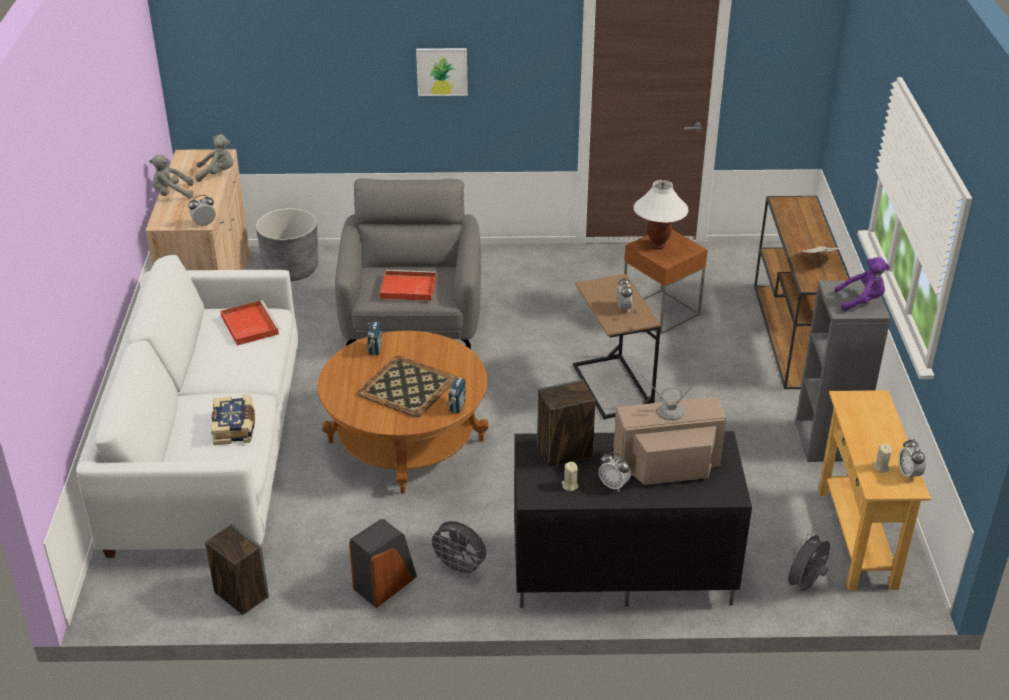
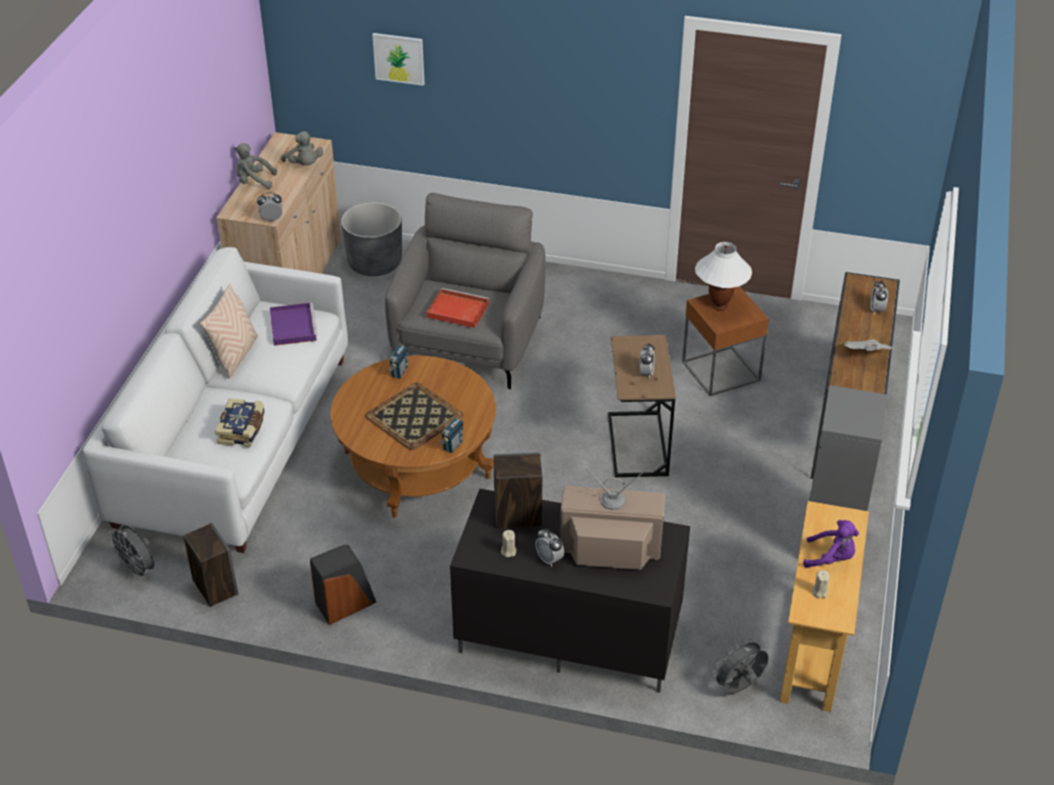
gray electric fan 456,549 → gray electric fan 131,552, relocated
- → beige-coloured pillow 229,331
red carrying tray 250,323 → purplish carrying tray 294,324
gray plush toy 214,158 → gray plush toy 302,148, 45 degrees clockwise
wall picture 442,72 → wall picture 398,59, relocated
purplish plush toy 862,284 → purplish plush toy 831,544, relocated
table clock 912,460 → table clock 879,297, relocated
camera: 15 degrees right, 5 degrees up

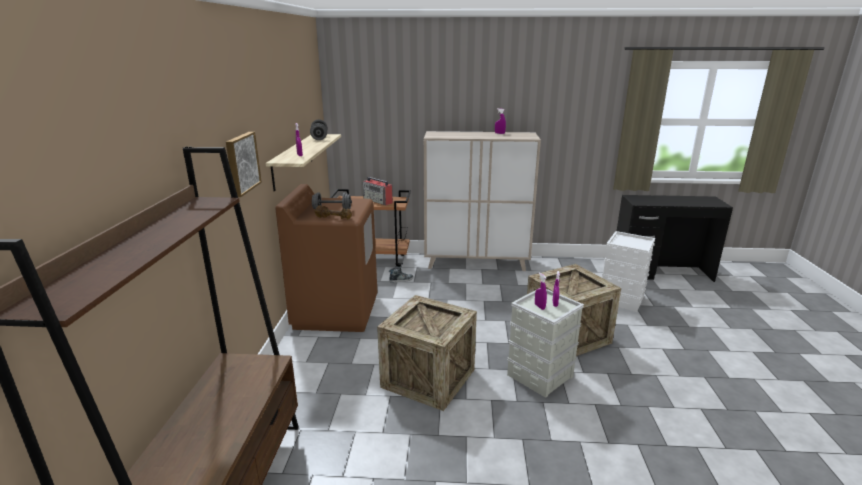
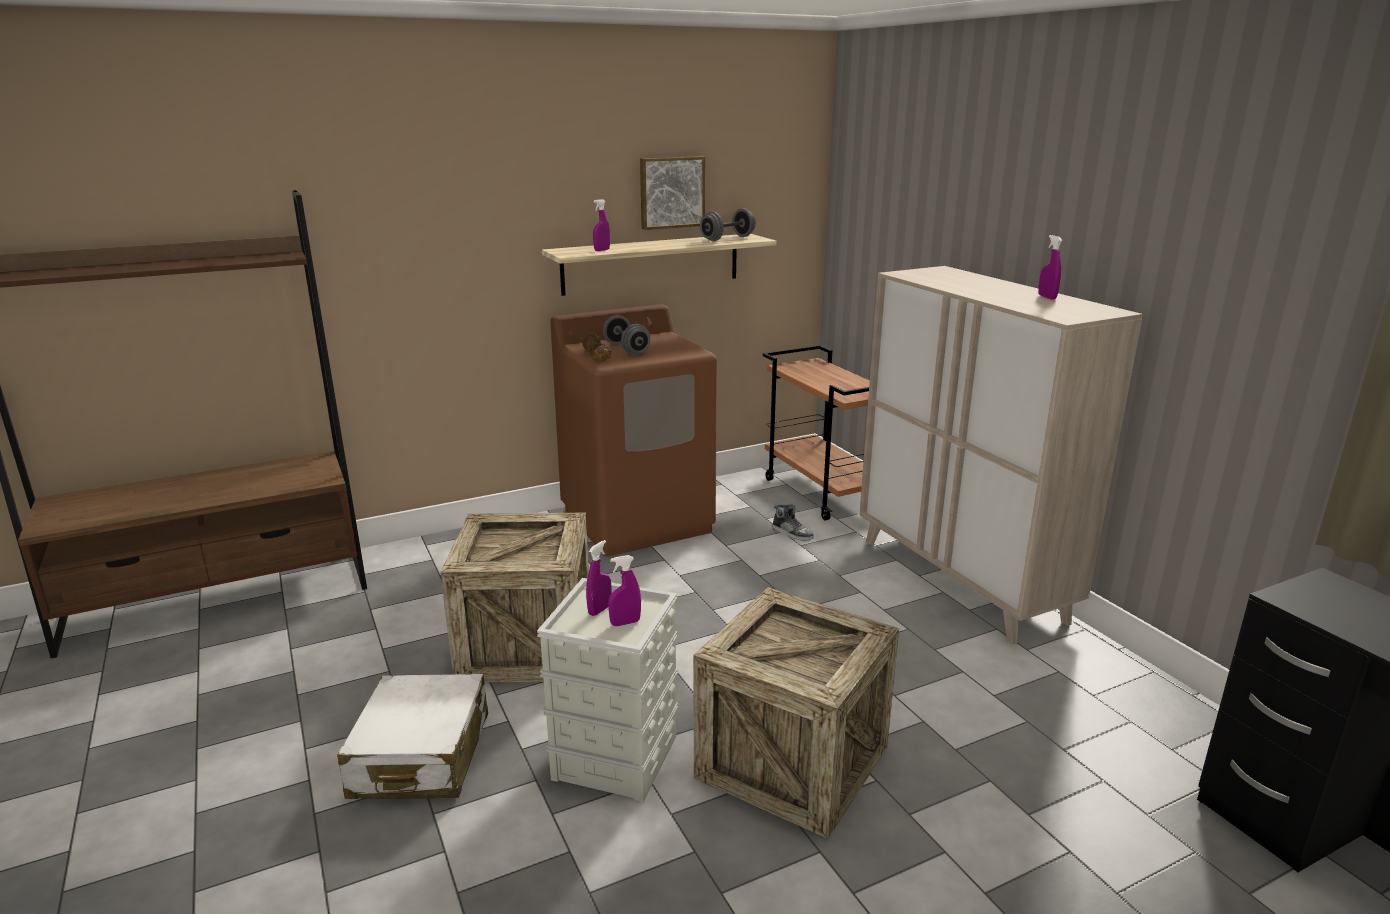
- → white piece of luggage 412,736
wall picture 244,164 → wall picture 672,193, relocated
radio receiver 378,191 → -
white storage box 628,271 → -
camera: 60 degrees right, 0 degrees up

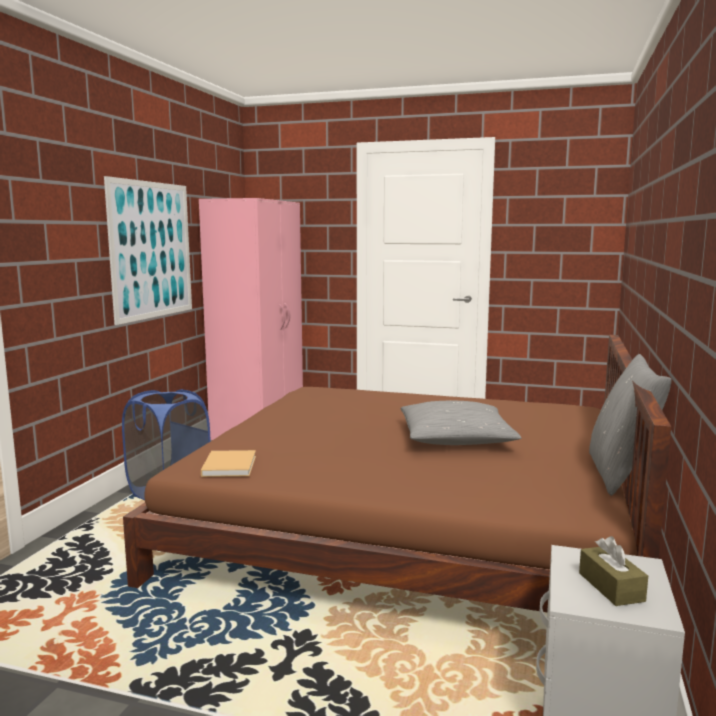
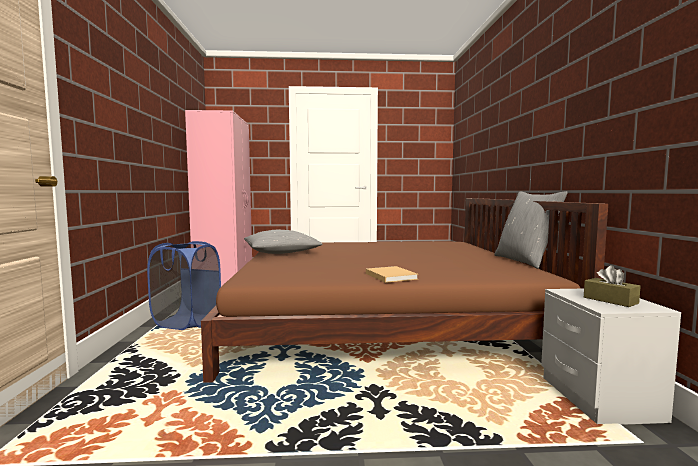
gray pillow 461,423 → gray pillow 283,242, relocated
beige-coloured volume 228,463 → beige-coloured volume 392,274, relocated
wall picture 148,250 → -
camera: 20 degrees left, 5 degrees down

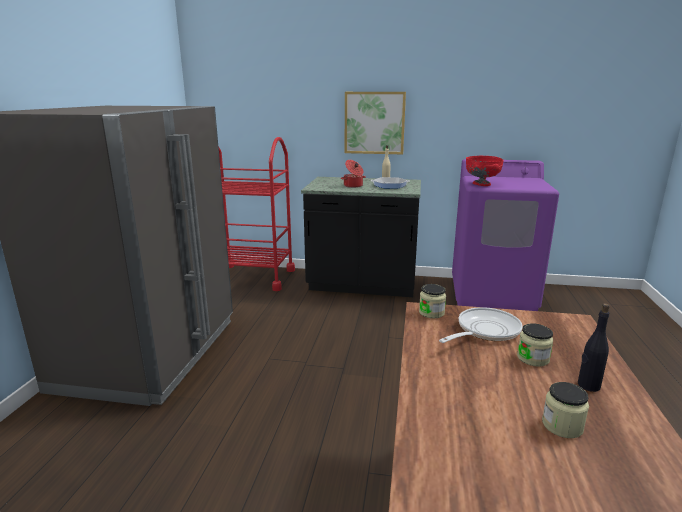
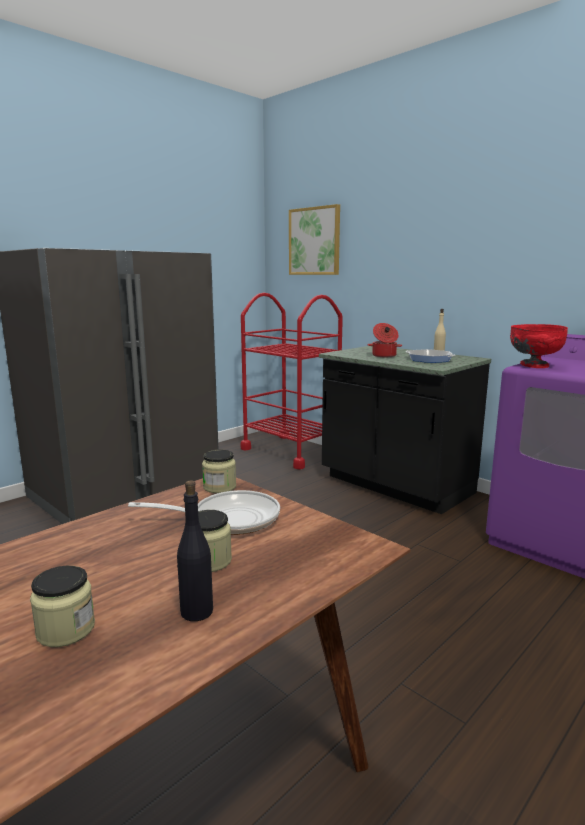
wall picture 375,123 → wall picture 314,239, relocated
camera: 35 degrees right, 5 degrees down

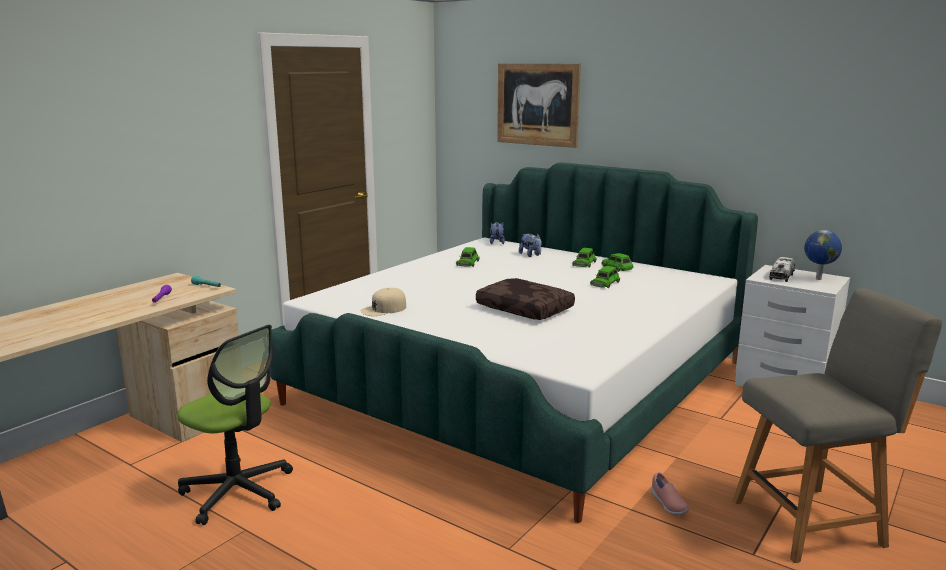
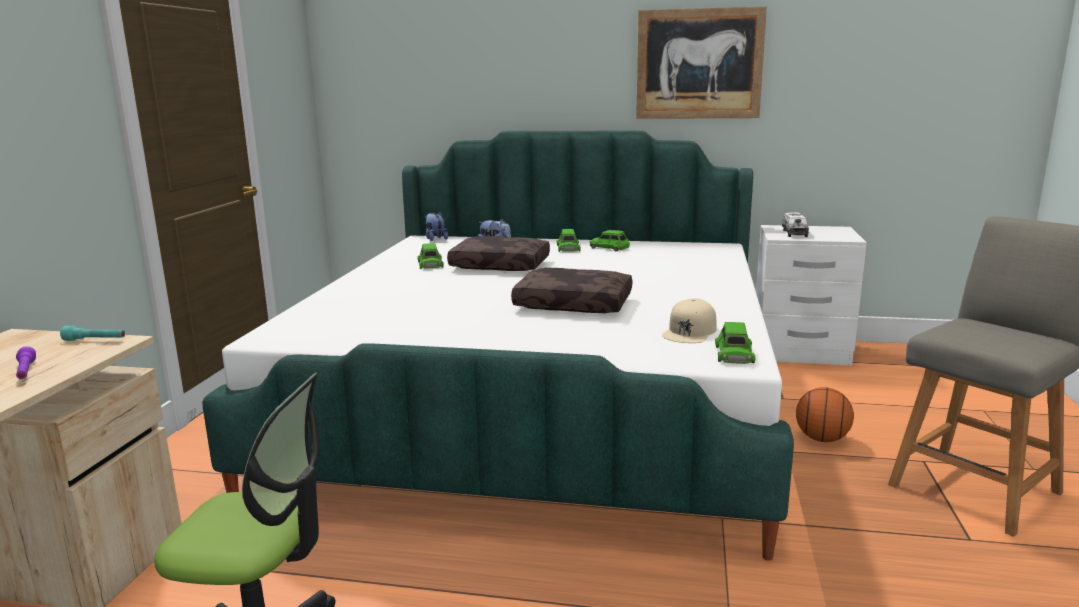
- → brown-coloured pillow 498,253
wall picture 539,105 → wall picture 701,62, relocated
beige-coloured cap 383,302 → beige-coloured cap 689,320, relocated
green toy car 605,277 → green toy car 735,343, relocated
- → ball for basketball 825,414
pink-coloured shoe 670,493 → -
globe 823,255 → -
camera: 25 degrees left, 0 degrees up

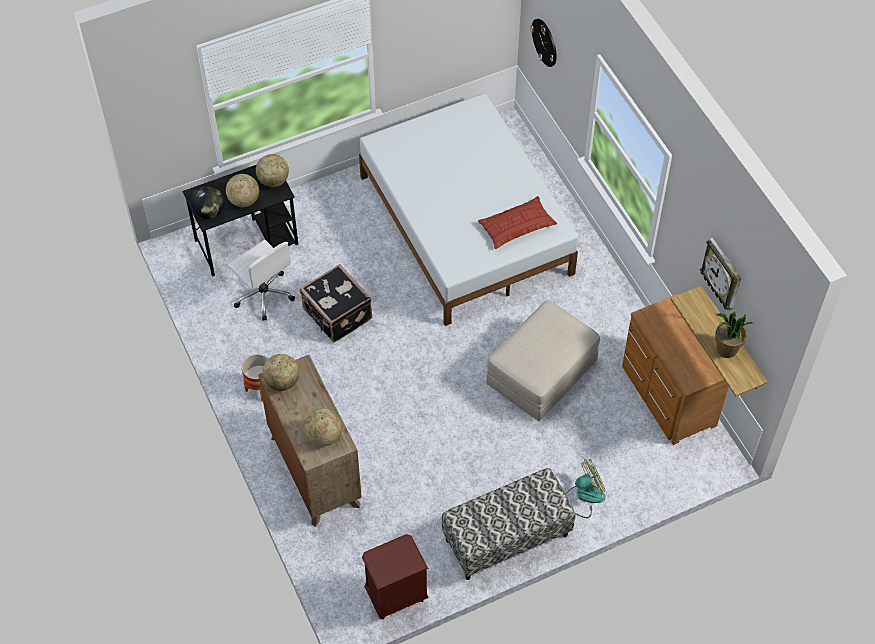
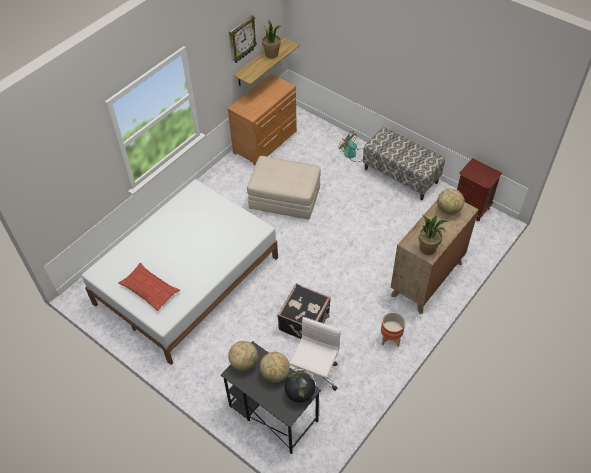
pillow 517,222 → pillow 149,287, relocated
globe 281,372 → houseplant 433,235
clock on the wall 543,43 → -
camera: 115 degrees left, 5 degrees down

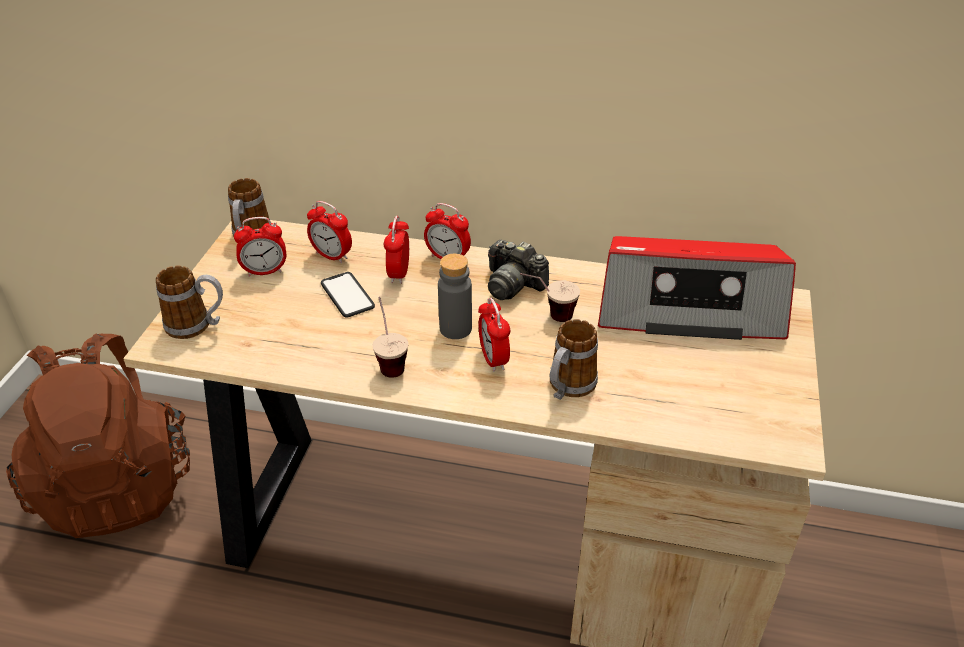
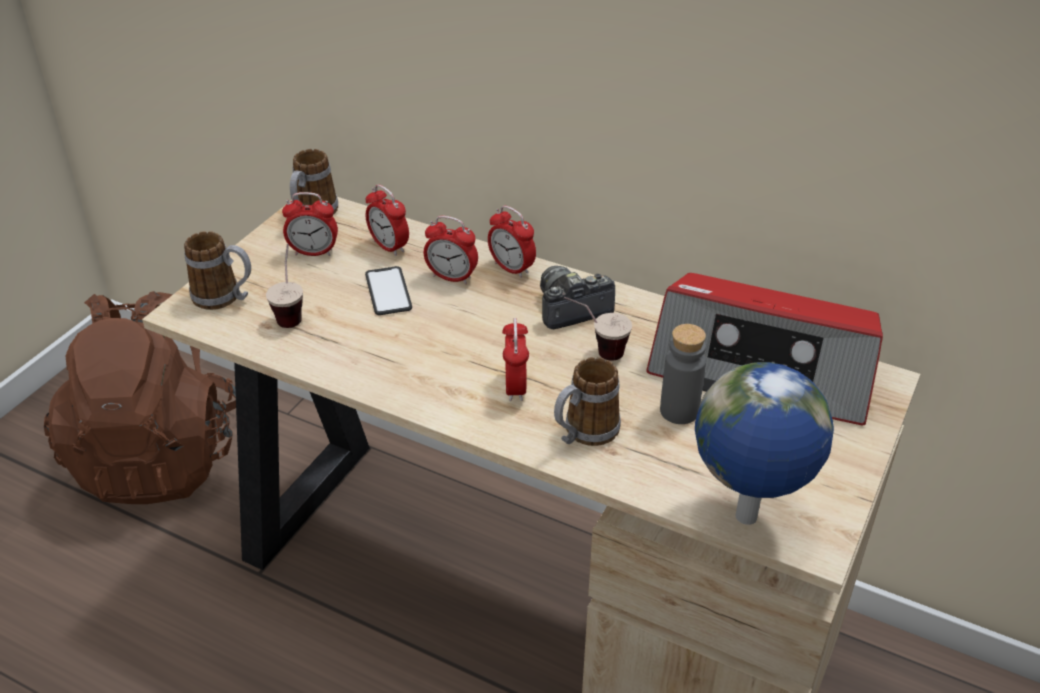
small cup 390,337 → small cup 284,286, relocated
table clock 396,250 → table clock 451,250, 90 degrees counterclockwise
photo camera 518,270 → photo camera 577,297, 105 degrees clockwise
gray drink bottle 455,296 → gray drink bottle 683,374, relocated
- → globe 764,443
camera: 15 degrees right, 0 degrees up

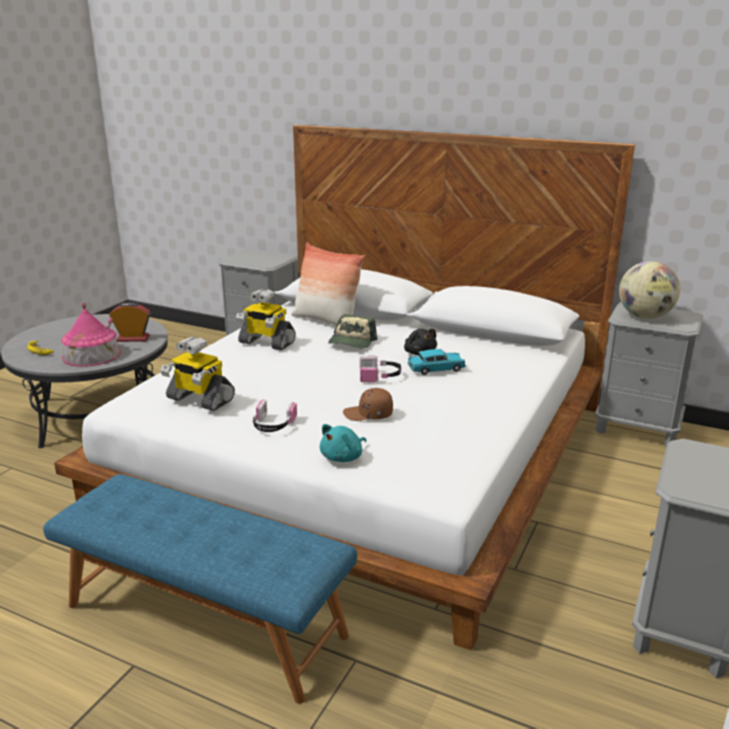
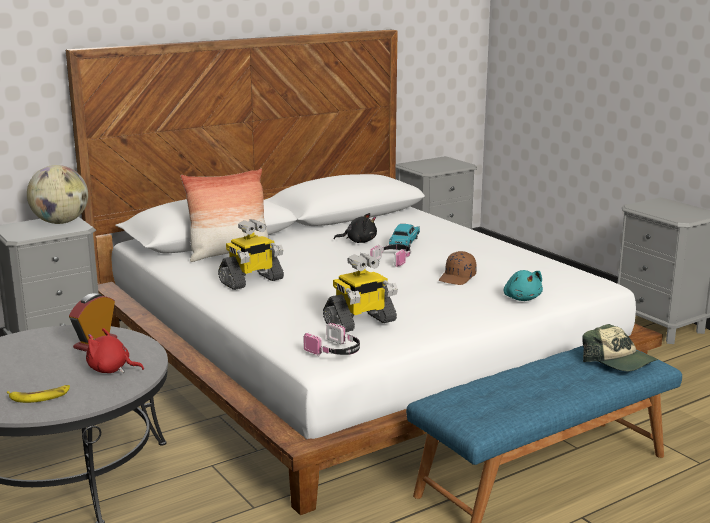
globe 649,290 → globe 57,194, relocated
model house 91,334 → red plush toy 115,350
headphones 274,415 → headphones 332,339, relocated
cap 352,331 → cap 620,347, relocated
camera: 60 degrees left, 5 degrees down

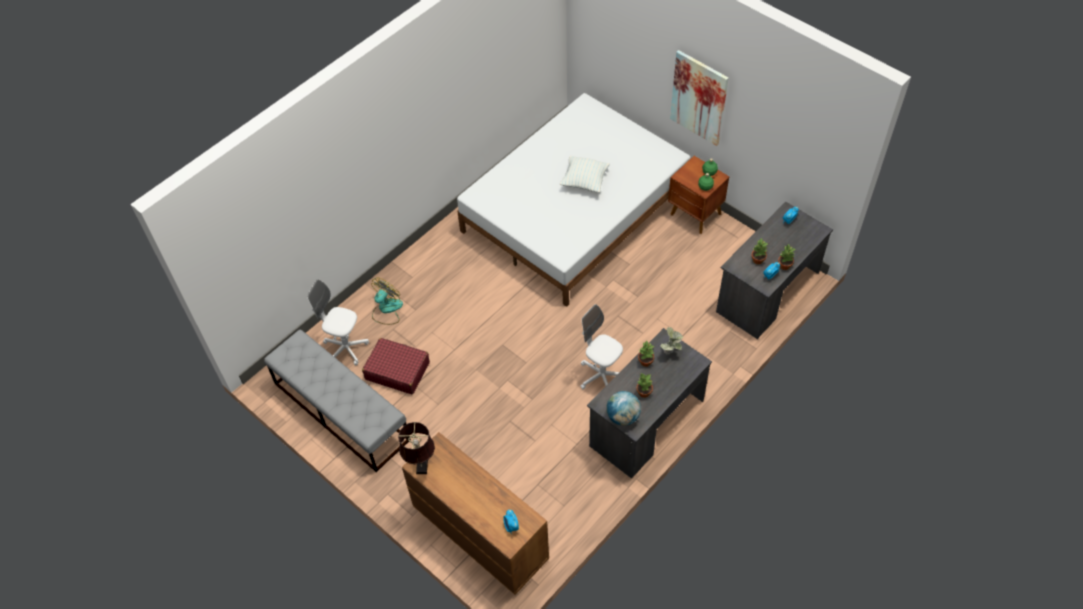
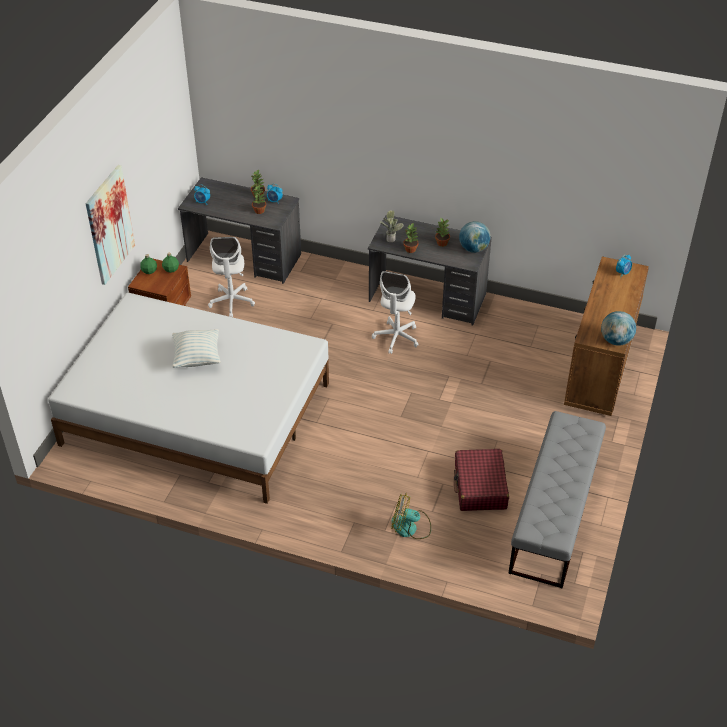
white desk chair 338,322 → white desk chair 231,277, relocated
brown-coloured tabletop lamp 416,448 → globe 618,328
camera: 115 degrees left, 10 degrees down

